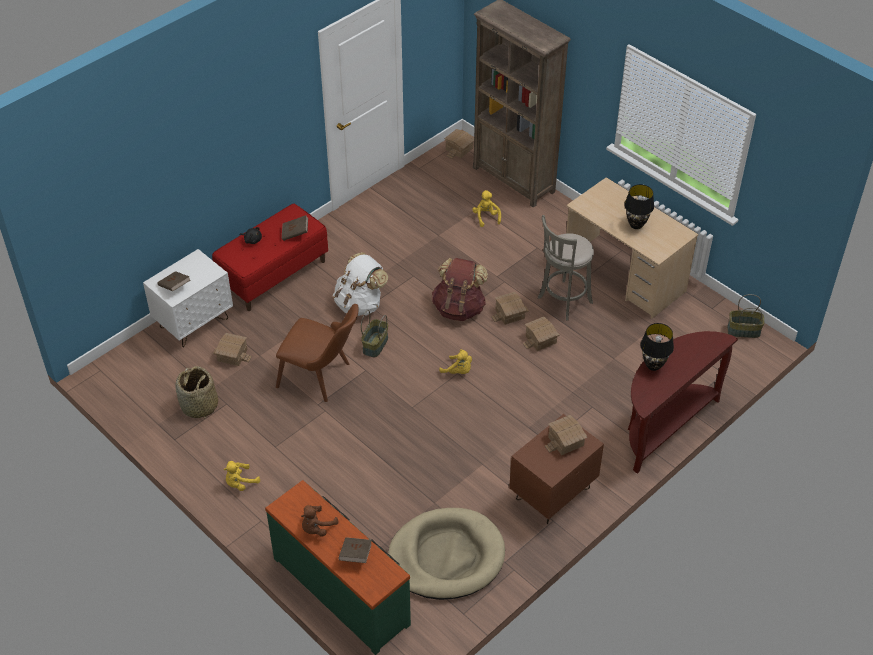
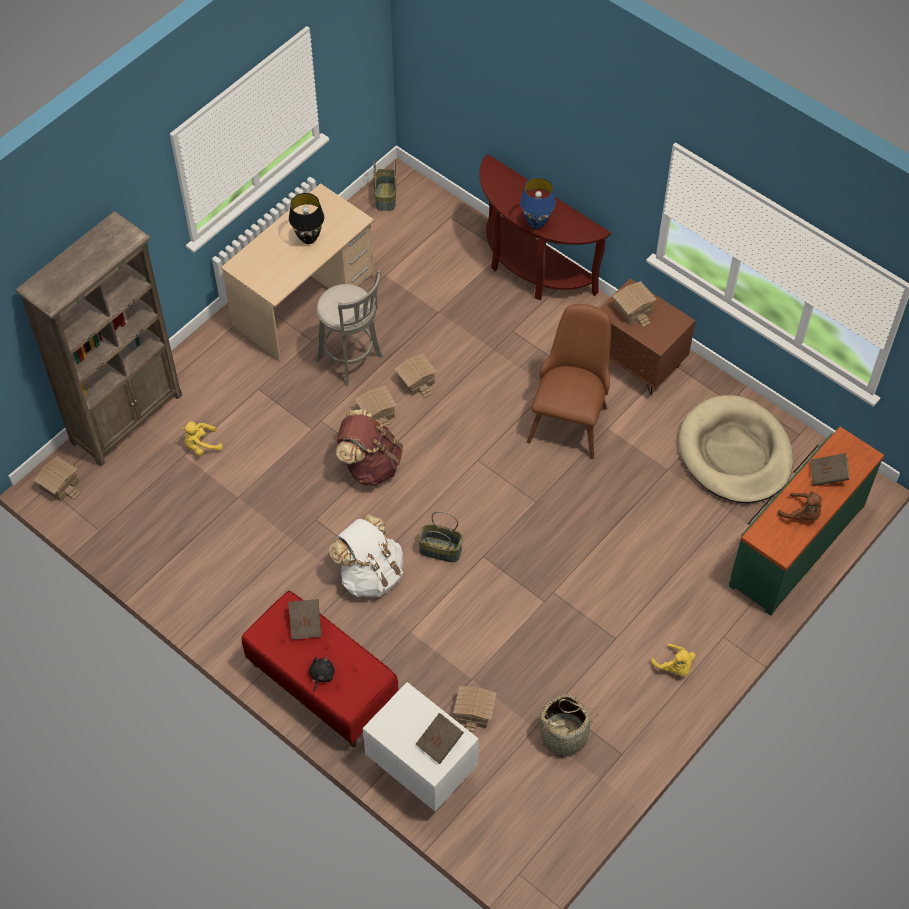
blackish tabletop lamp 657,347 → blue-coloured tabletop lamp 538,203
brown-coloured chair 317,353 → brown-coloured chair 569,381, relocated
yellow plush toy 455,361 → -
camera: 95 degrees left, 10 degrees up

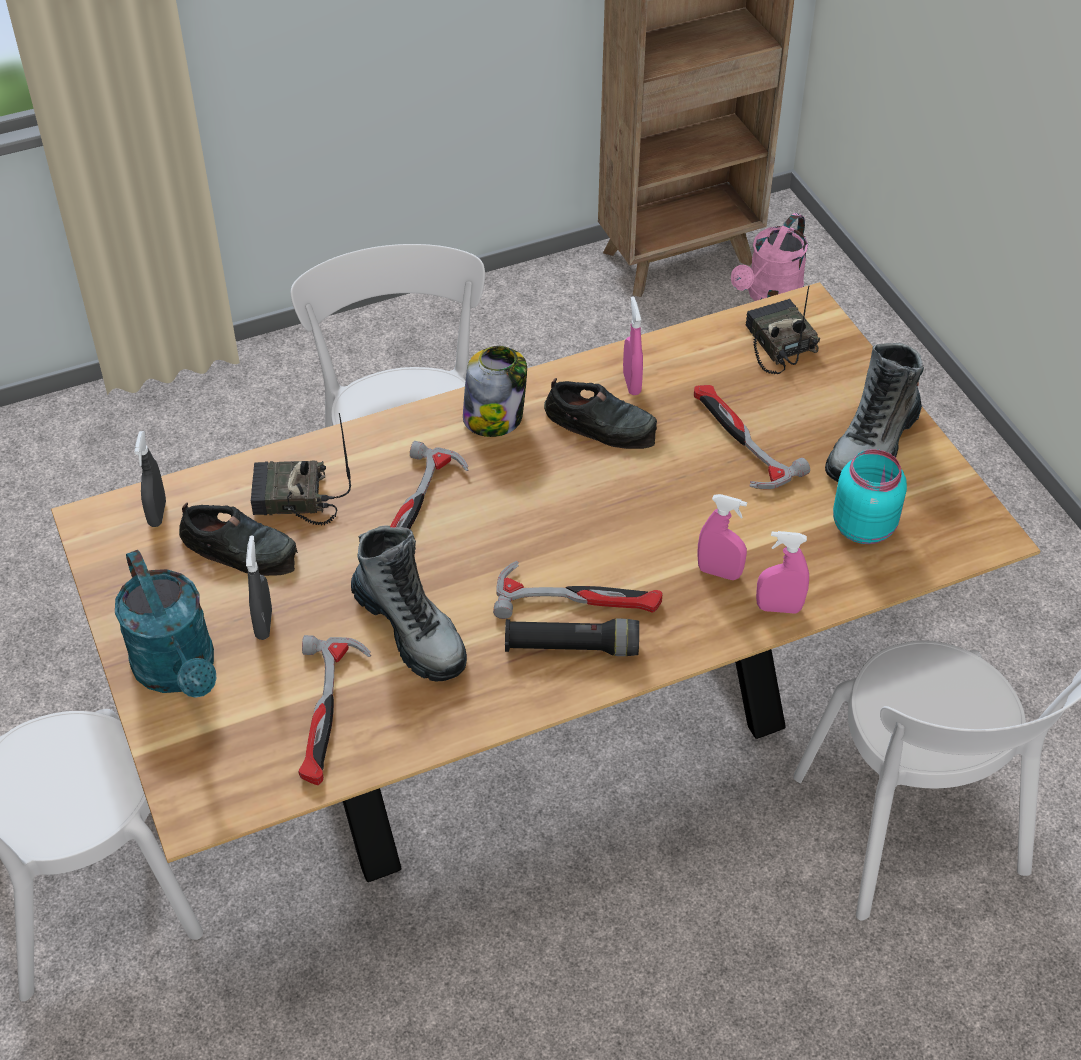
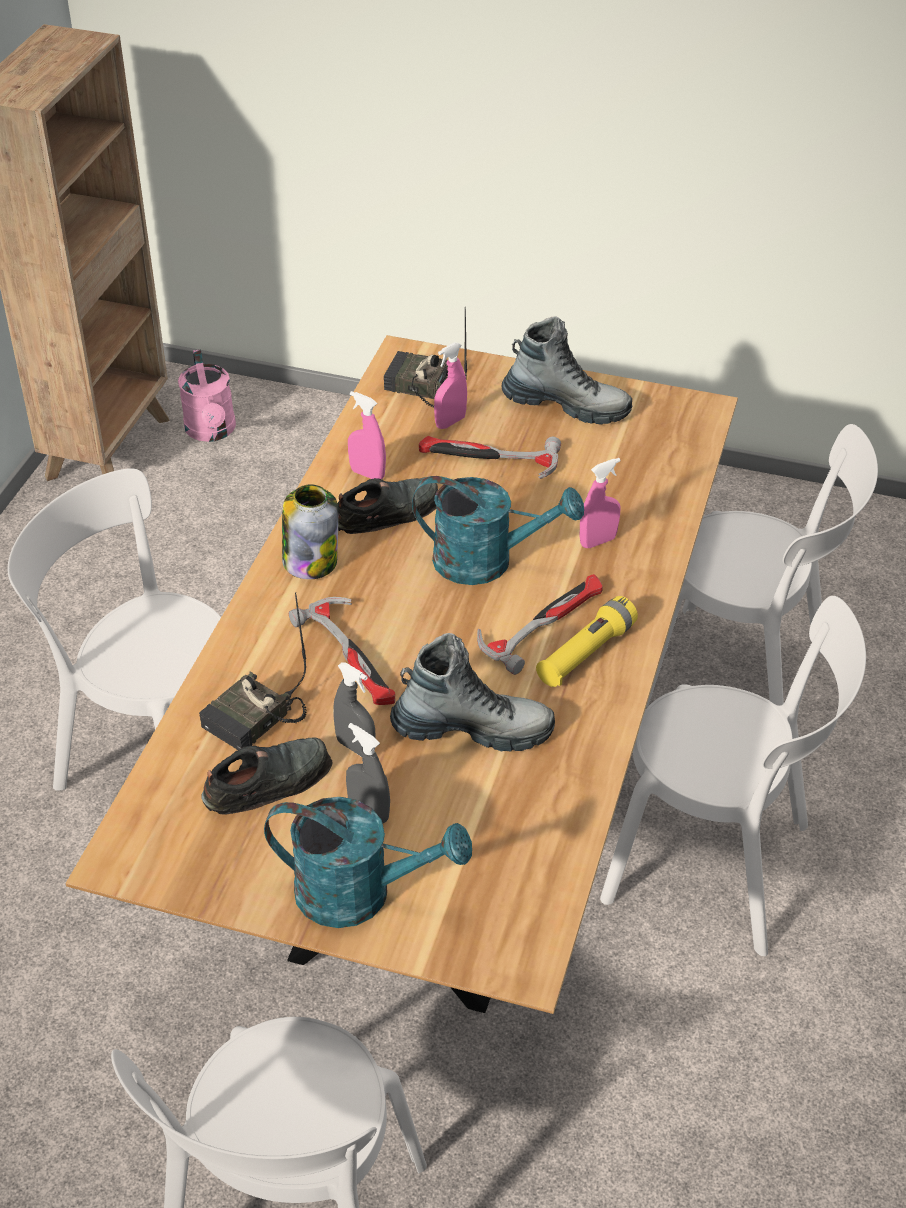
gray spray bottle 150,479 → gray spray bottle 354,709, relocated
- → turquoise sprinkling can 498,530
pink-coloured spray bottle 782,572 → pink-coloured spray bottle 450,385, relocated
tall boot 874,412 → tall boot 566,370, 60 degrees counterclockwise
blackish flashlight 572,637 → yellow flashlight 587,641
- → white chair 733,776
tool hammer 335,710 → -
turquoise storage jar 870,496 → -
camera: 50 degrees left, 5 degrees down

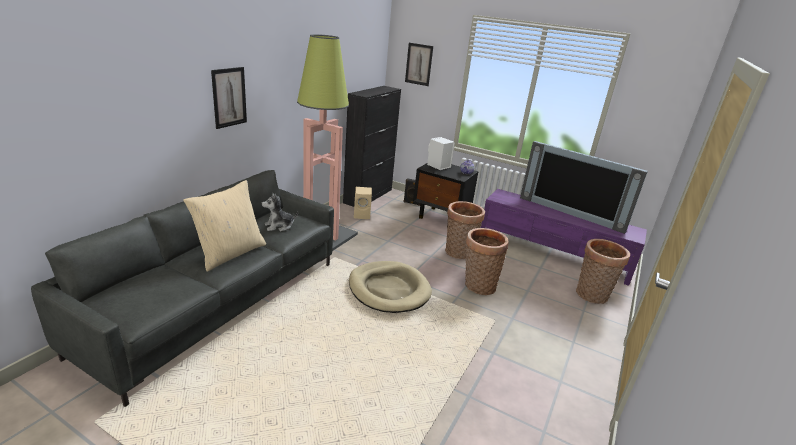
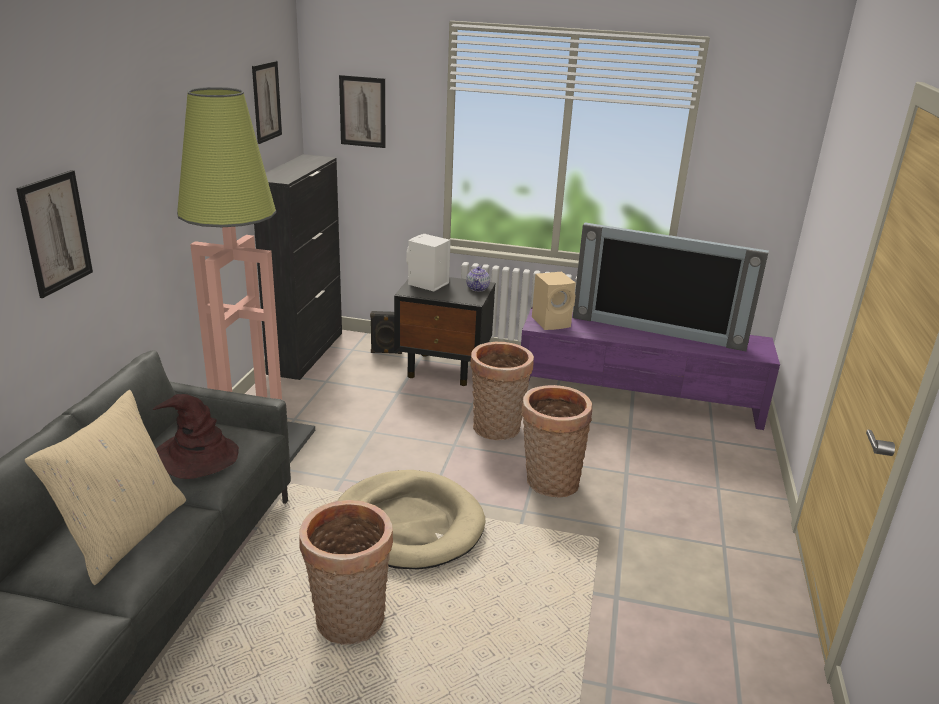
plush toy 280,212 → brown-coloured hat 196,436
- → wall picture 267,102
storage basket 603,271 → storage basket 346,572, relocated
beige-coloured audio speaker 363,203 → beige-coloured audio speaker 554,301, relocated
camera: 15 degrees left, 0 degrees up

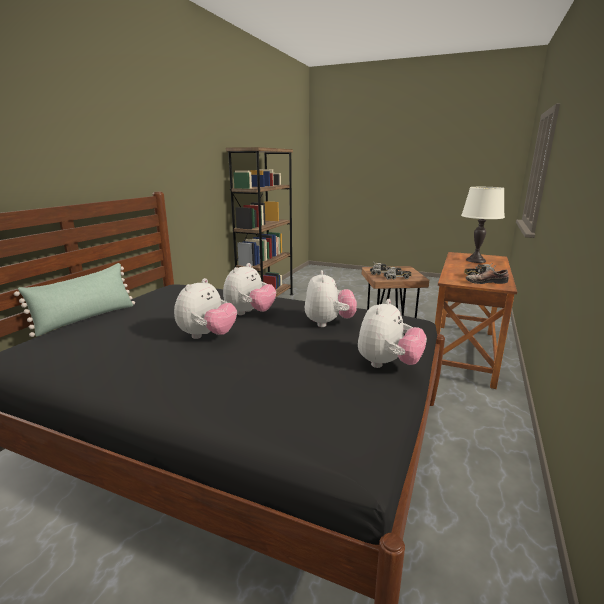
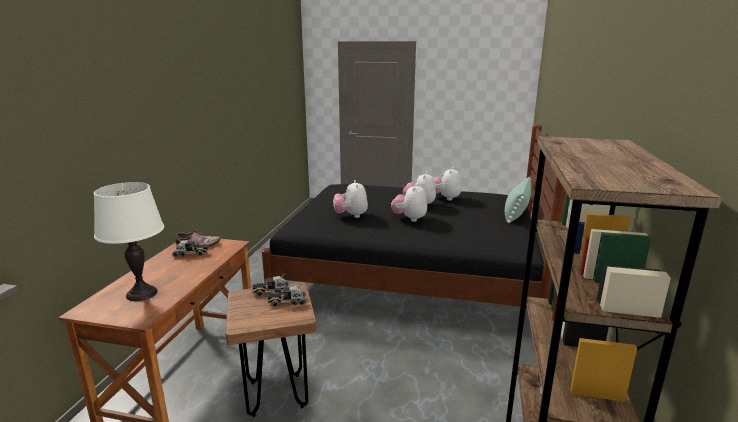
plush toy 392,333 → plush toy 447,184, relocated
camera: 170 degrees right, 0 degrees up

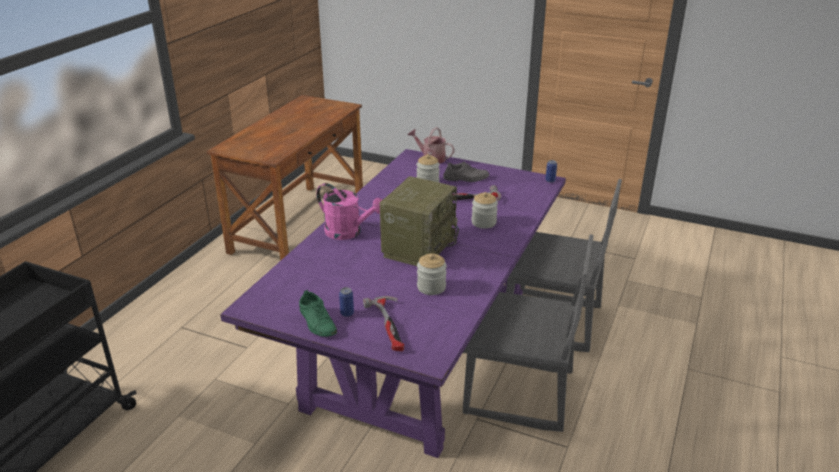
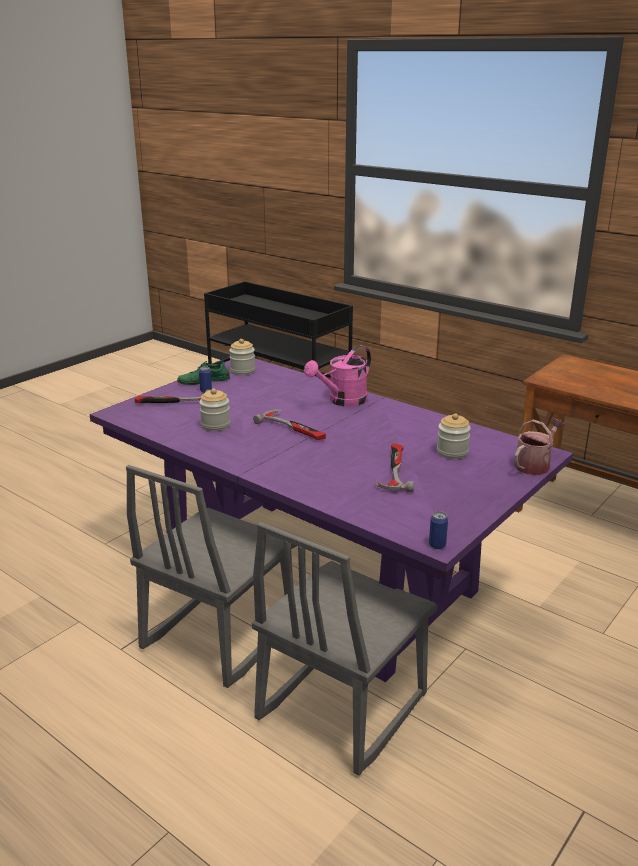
storage jar 485,210 → storage jar 242,357, relocated
radio receiver 419,221 → tool hammer 289,424
gray shoe 466,171 → -
camera: 105 degrees right, 5 degrees down

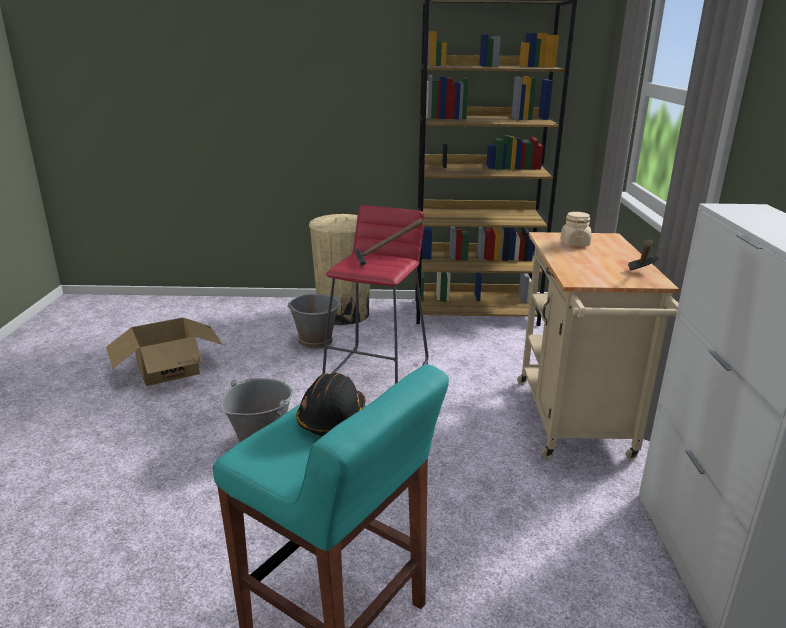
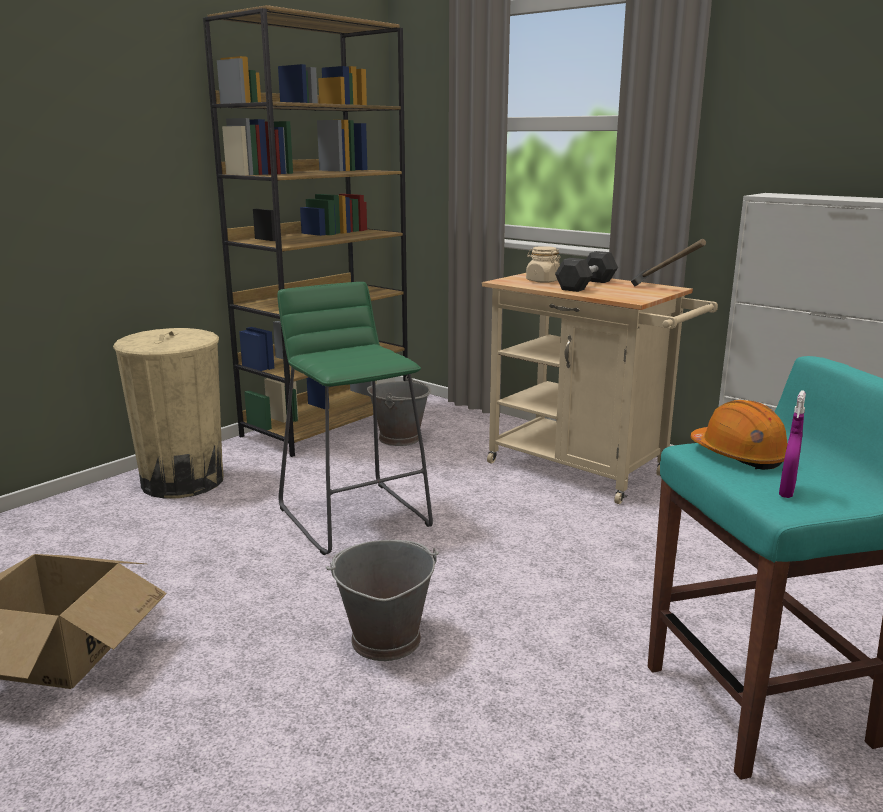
red stool 375,294 → green stool 355,418
gray bucket 314,321 → gray bucket 399,410, relocated
- → gray hand weight 586,271
blackish work helmet 331,404 → orange-coloured work helmet 739,435
- → purplish spray bottle 792,444
tool hammer 389,242 → -
camera: 50 degrees left, 5 degrees down

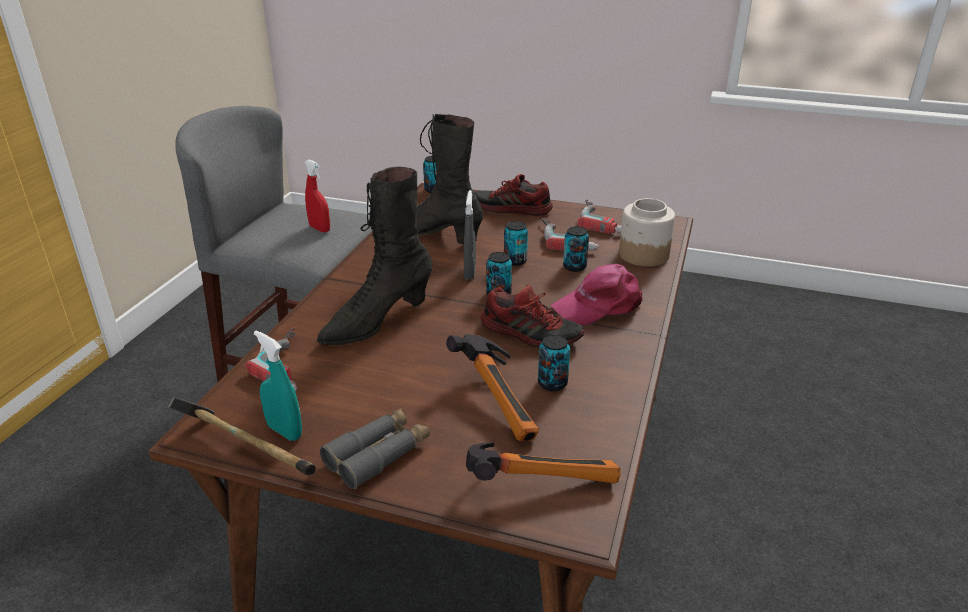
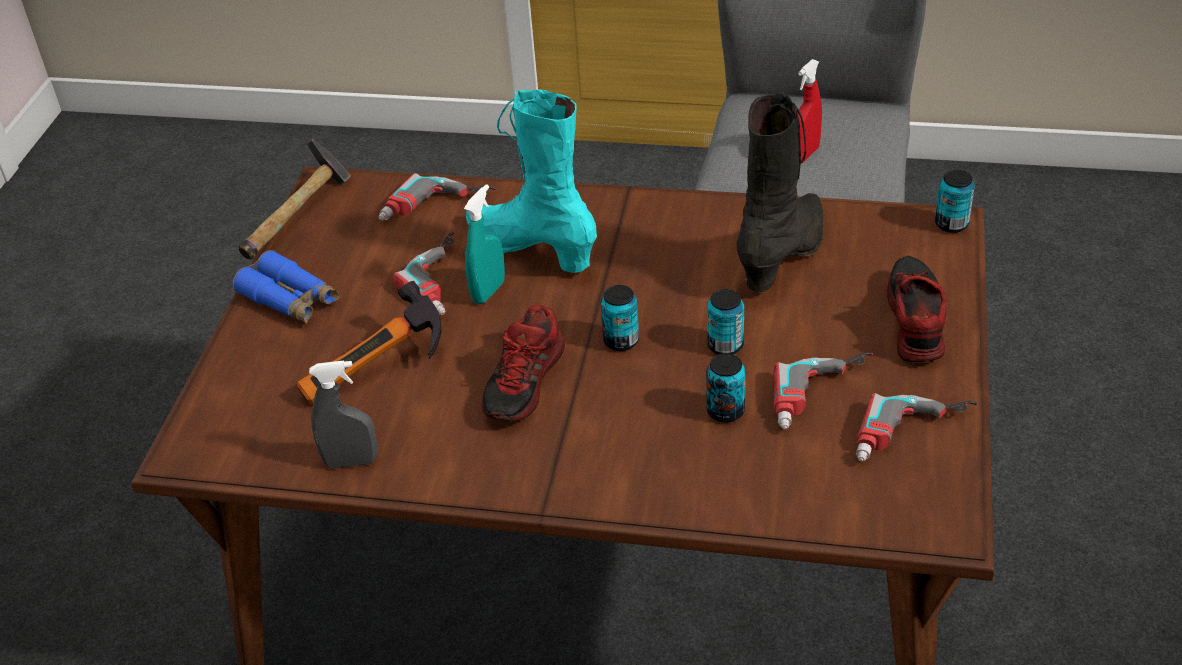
gray pair of binoculars 375,448 → blue-coloured pair of binoculars 286,286
gray spray bottle 470,234 → gray spray bottle 343,414, relocated
- → power drill 423,273
turquoise spray bottle 278,386 → turquoise spray bottle 484,244, relocated
blackish tall boot 374,256 → turquoise tall boot 531,181
tool hammer 543,462 → -
can 554,363 → -
pink-coloured cap 596,294 → -
storage jar 647,232 → -
camera: 85 degrees right, 10 degrees up

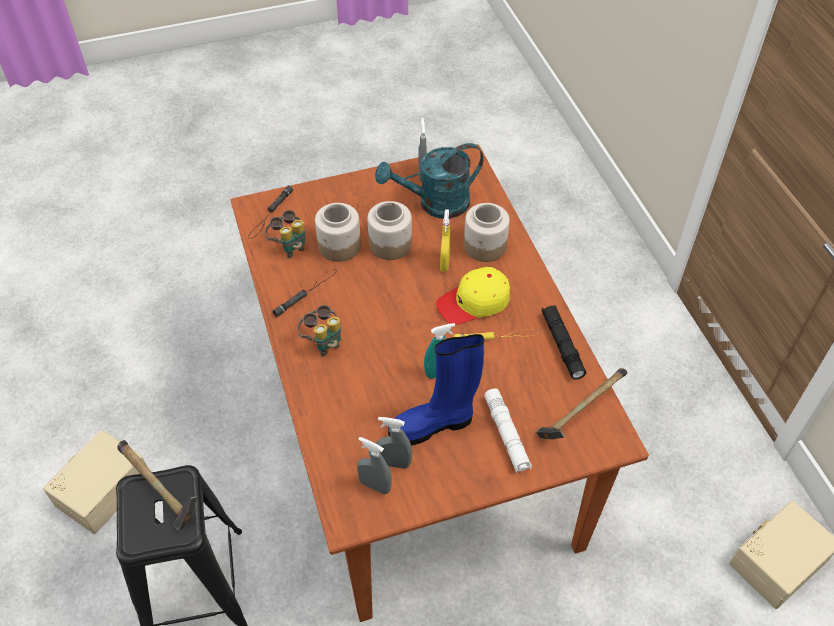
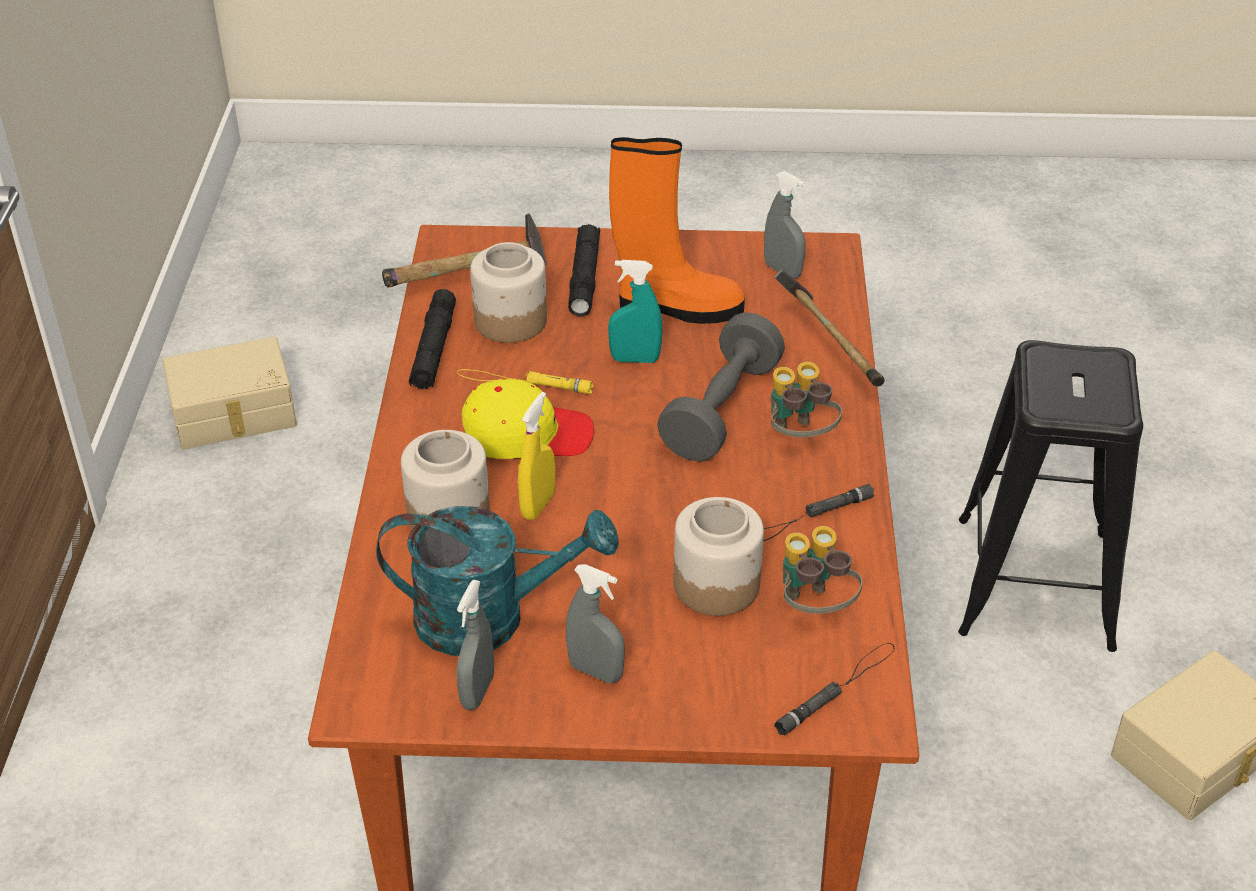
storage jar 389,230 → storage jar 508,292, relocated
gray spray bottle 394,443 → gray spray bottle 595,623, relocated
white flashlight 508,430 → blackish flashlight 584,270
blue-coloured tall boot 436,390 → orange-coloured tall boot 677,230
- → gray hand weight 721,387
tool hammer 157,485 → tool hammer 829,328, relocated
camera: 160 degrees left, 10 degrees down

